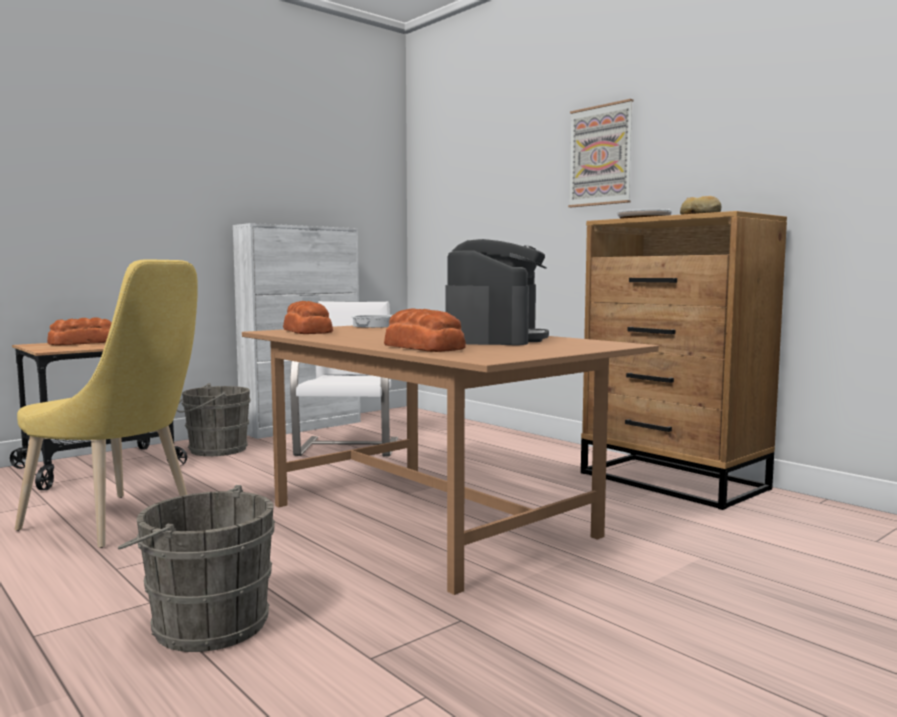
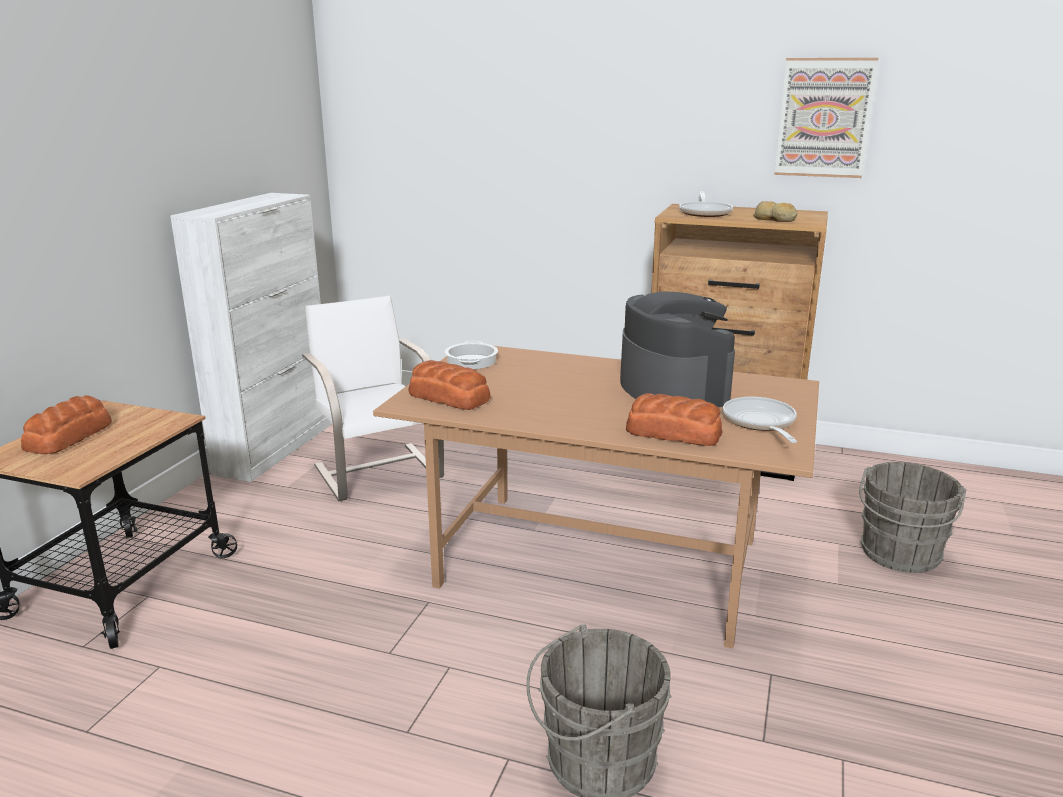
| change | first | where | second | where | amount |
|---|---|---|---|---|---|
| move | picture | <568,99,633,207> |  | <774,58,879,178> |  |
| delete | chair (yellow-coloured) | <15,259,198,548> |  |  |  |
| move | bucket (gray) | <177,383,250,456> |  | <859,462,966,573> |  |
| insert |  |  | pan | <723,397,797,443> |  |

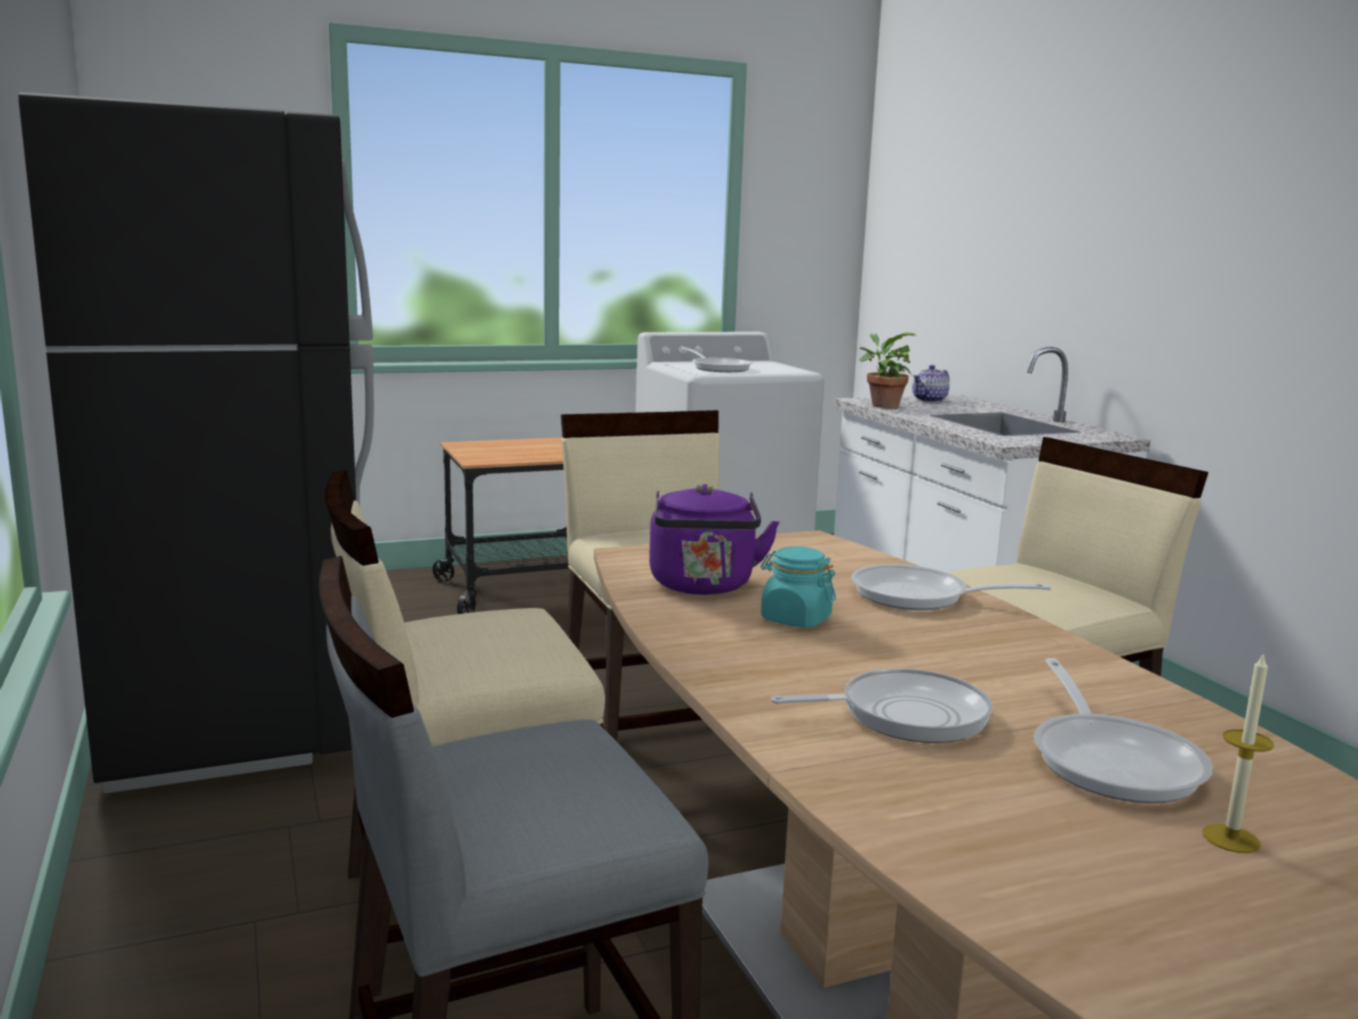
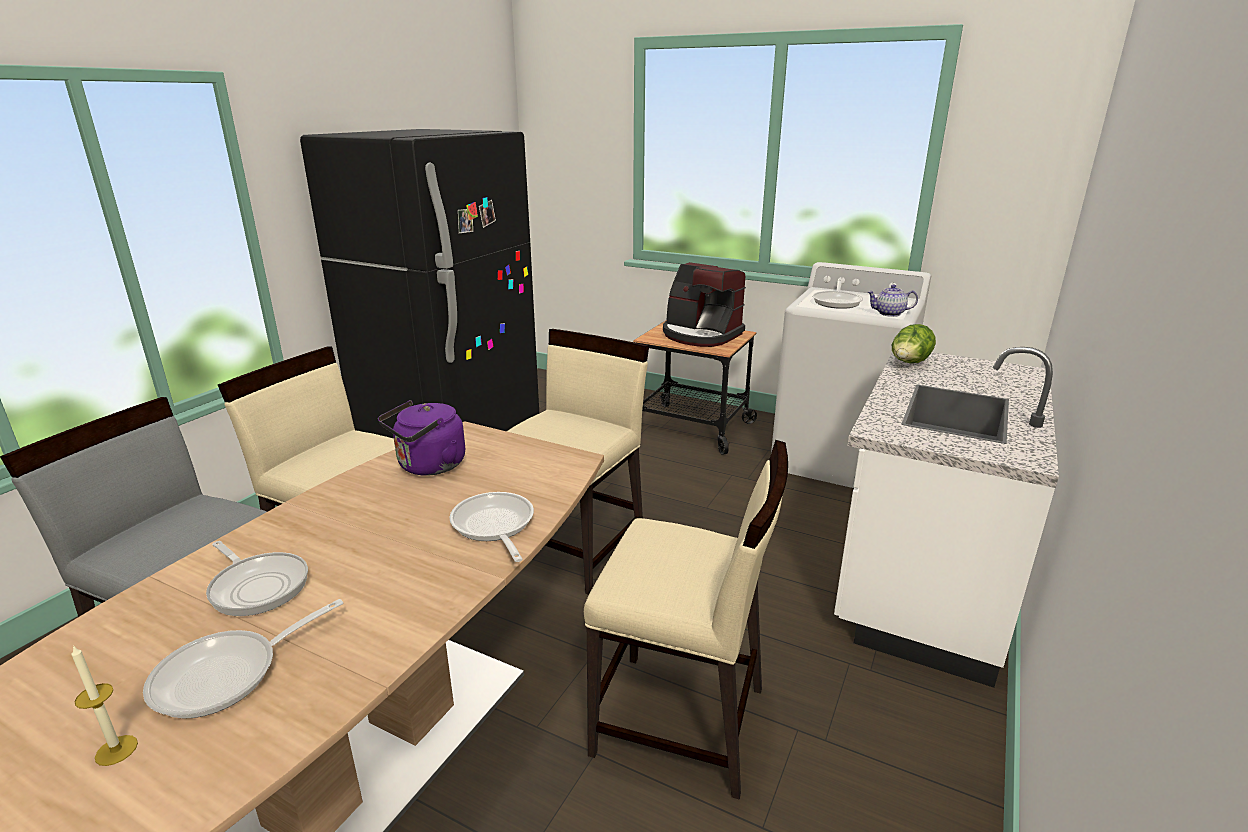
| change | first | where | second | where | amount |
|---|---|---|---|---|---|
| replace | potted plant | <859,332,916,408> | head of lettuce | <892,324,936,363> |  |
| move | tea pot | <912,365,950,402> |  | <867,285,918,317> |  |
| delete | preserve jar (turquoise-coloured) | <761,547,836,628> |  |  |  |
| insert |  |  | coffee machine | <663,262,746,347> |  |

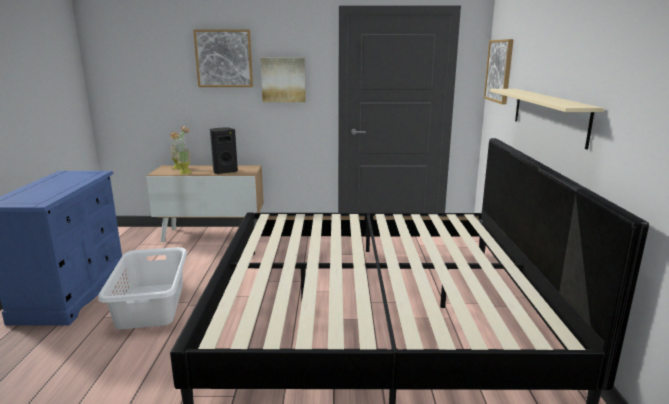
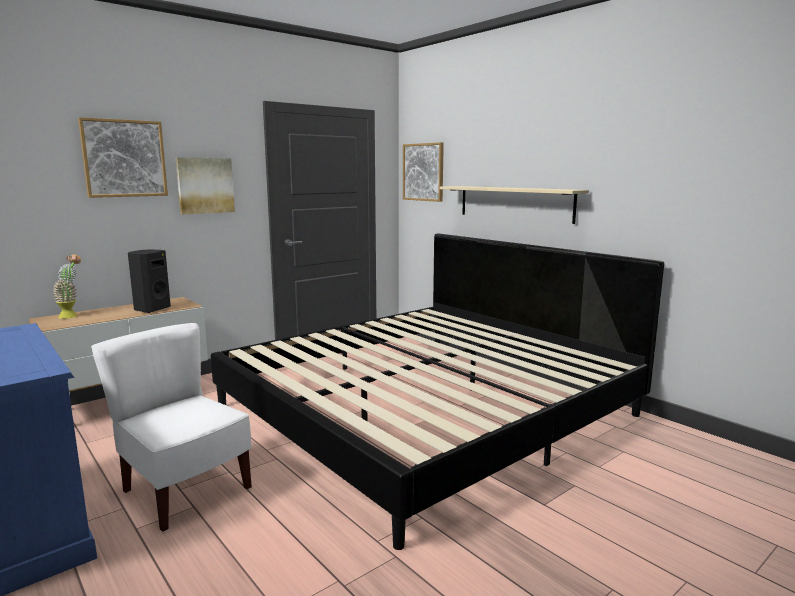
| change | first | where | second | where | amount |
|---|---|---|---|---|---|
| delete | potted plant | <170,132,191,174> |  |  |  |
| replace | washing basket (white-coloured) | <98,247,187,329> | chair (white-coloured) | <91,323,252,532> |  |

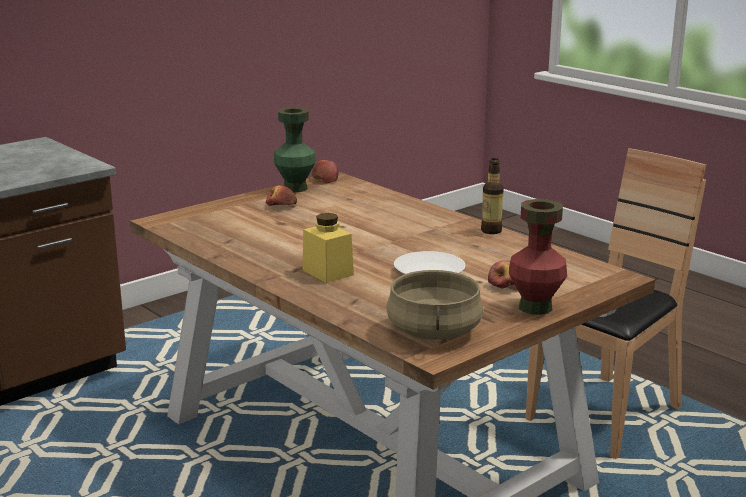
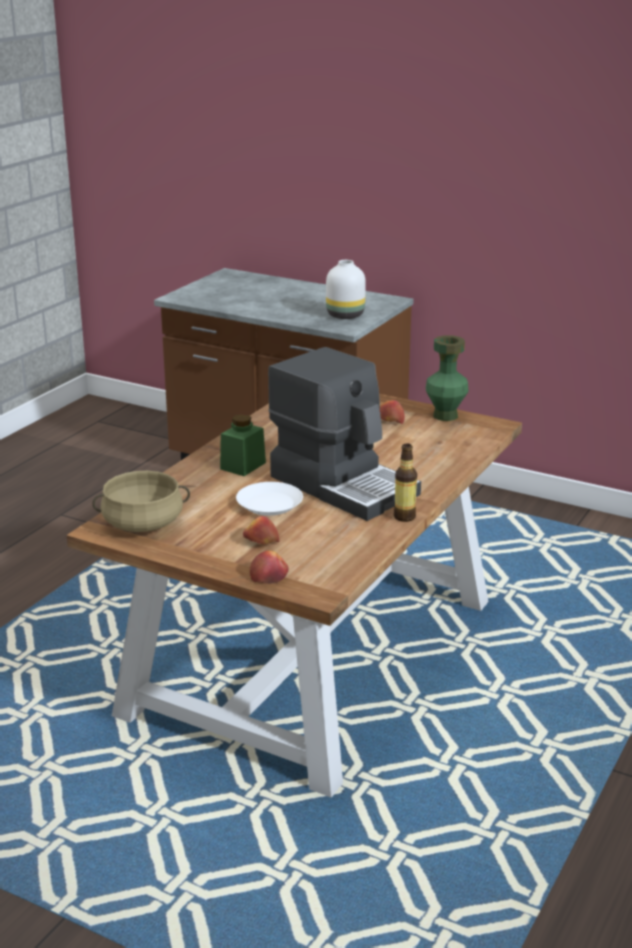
| change | first | where | second | where | amount |
|---|---|---|---|---|---|
| delete | chair (brown-coloured) | <525,148,706,459> |  |  |  |
| move | whole apple | <312,160,338,184> |  | <250,550,288,584> |  |
| delete | flower vase (reddish) | <509,199,567,315> |  |  |  |
| recolor | preserve jar (yellow-coloured) | <302,213,354,283> | preserve jar (green) | <220,414,266,476> |  |
| insert |  |  | flower vase (white-coloured) | <326,260,366,319> |  |
| insert |  |  | coffee machine | <268,347,421,521> |  |

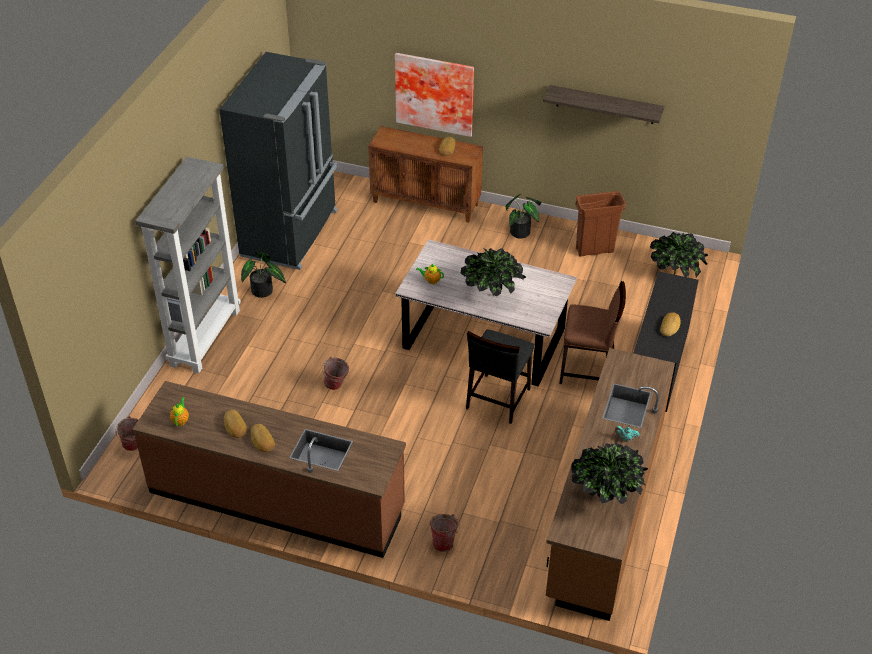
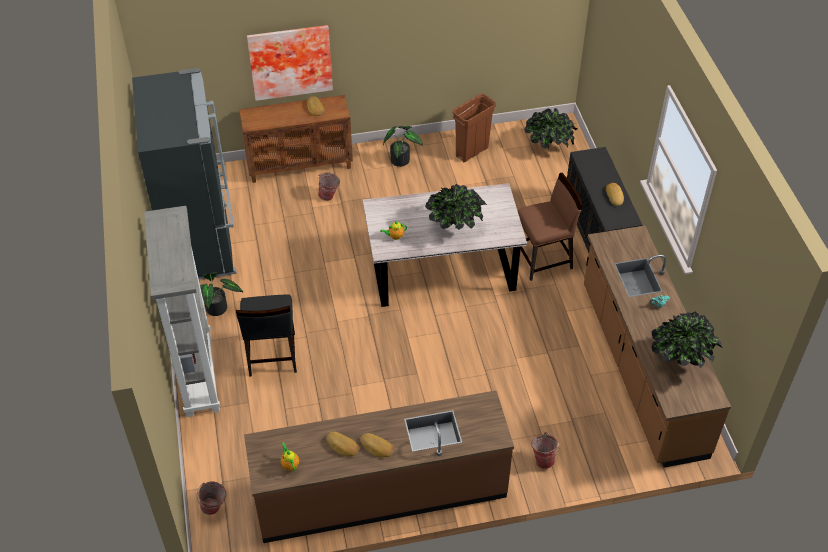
| change | first | where | second | where | amount |
|---|---|---|---|---|---|
| delete | shelf | <543,85,665,124> |  |  |  |
| move | chair (black-coloured) | <466,329,534,424> |  | <236,294,297,377> |  |
| move | bucket | <322,357,349,390> |  | <317,173,340,201> |  |

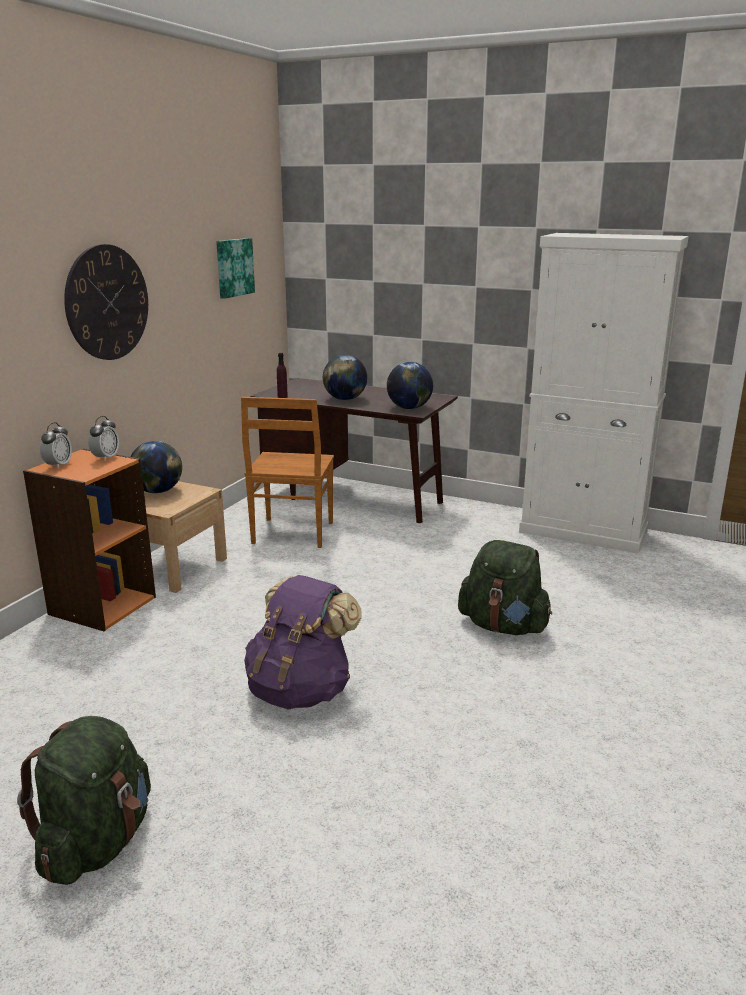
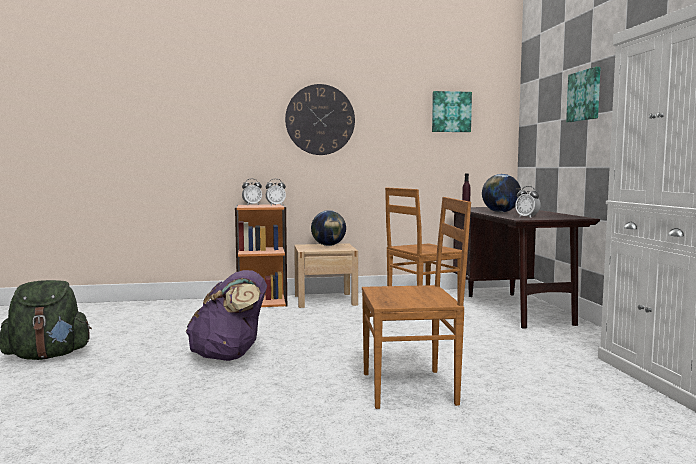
| change | first | where | second | where | amount |
|---|---|---|---|---|---|
| replace | globe | <387,362,433,409> | alarm clock | <515,186,540,218> |  |
| replace | knapsack (green) | <458,540,552,635> | chair (brown-coloured) | <362,197,471,409> |  |
| insert |  |  | picture | <566,67,601,122> |  |

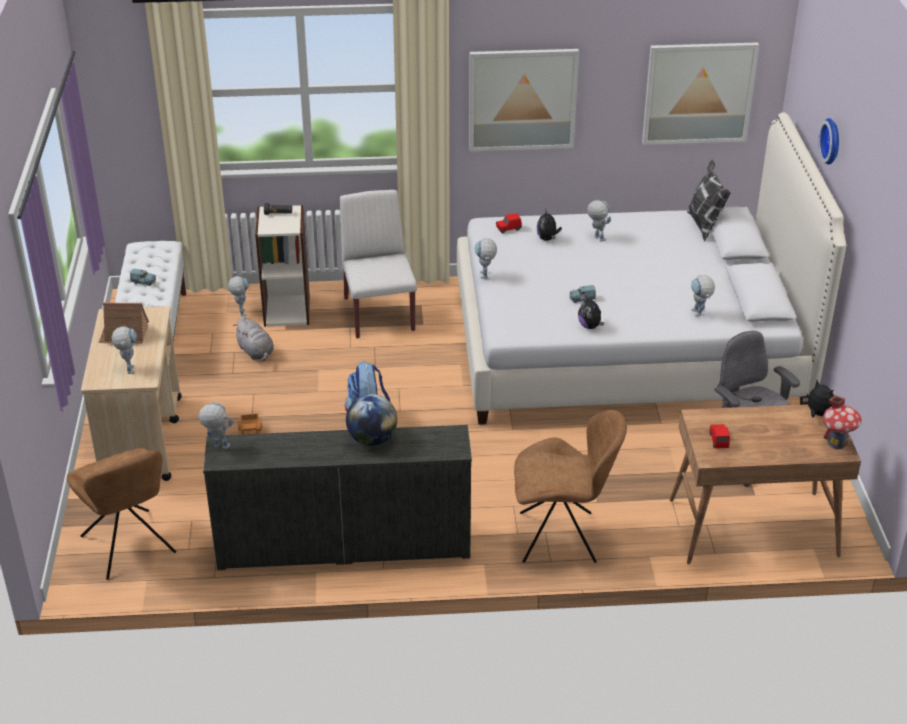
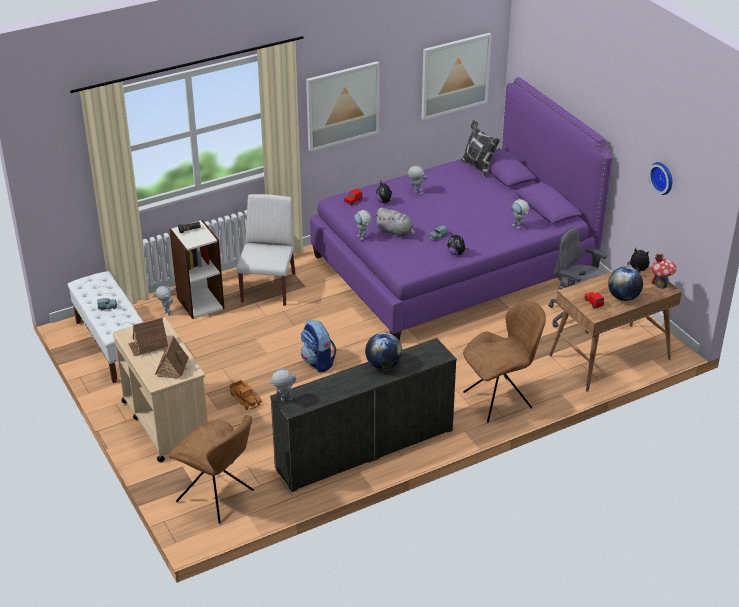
| change | first | where | second | where | amount |
|---|---|---|---|---|---|
| recolor | sleeping bed (white-coloured) | <457,112,846,425> | sleeping bed (purple) | <310,77,612,341> |  |
| move | hanging clock | <818,118,839,165> |  | <649,162,672,195> |  |
| rotate | chair (white-coloured) | <340,190,417,338> |  | <237,194,295,306> | 45 degrees clockwise |
| move | soft toy (gray) | <233,316,274,362> |  | <376,208,415,238> |  |
| replace | model robot | <112,326,137,374> | toy house | <155,335,189,379> |  |
| insert |  |  | globe | <608,266,643,301> |  |

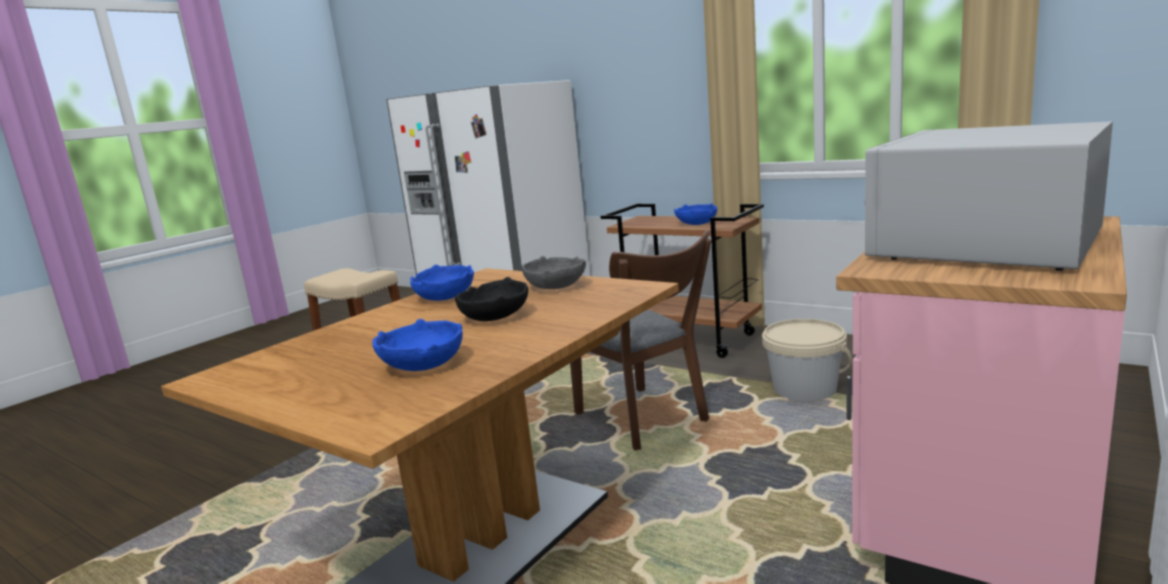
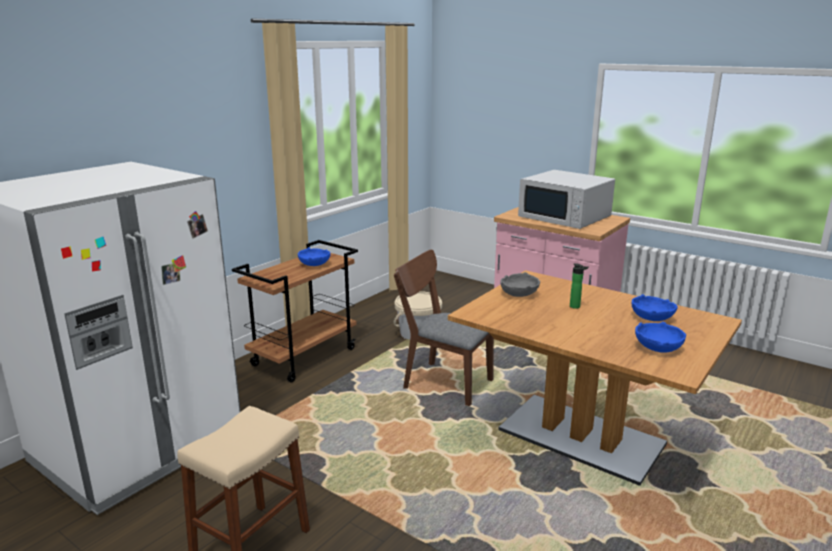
| change | first | where | second | where | amount |
|---|---|---|---|---|---|
| rotate | chair (brown-coloured) | <570,230,711,451> |  | <394,250,494,406> | 120 degrees counterclockwise |
| move | serving bowl (blue-coloured) | <410,265,474,301> |  | <635,322,686,353> |  |
| replace | serving bowl (black-coloured) | <455,277,528,321> | drink bottle | <570,264,589,309> |  |

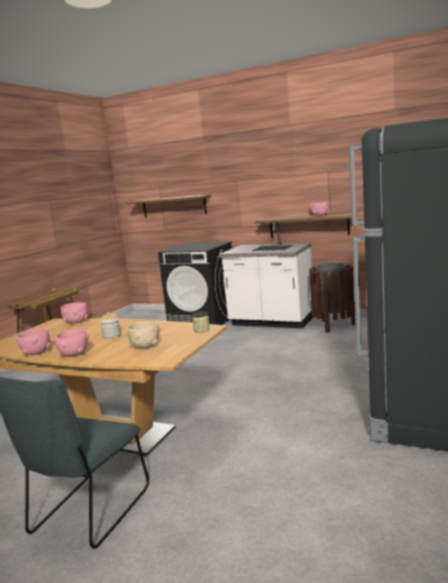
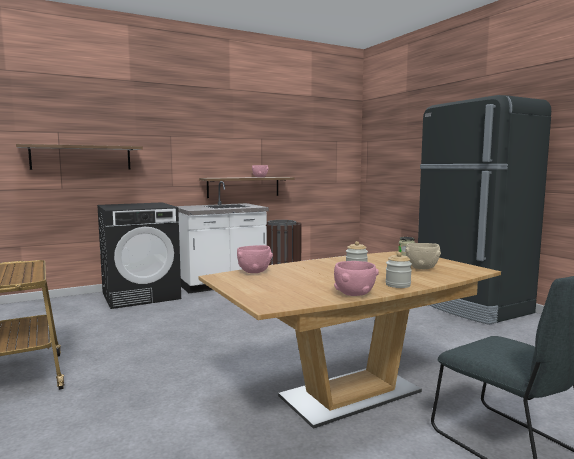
| change | first | where | second | where | amount |
|---|---|---|---|---|---|
| replace | serving bowl (pink-coloured) | <55,328,89,357> | preserve jar | <386,252,412,288> |  |

